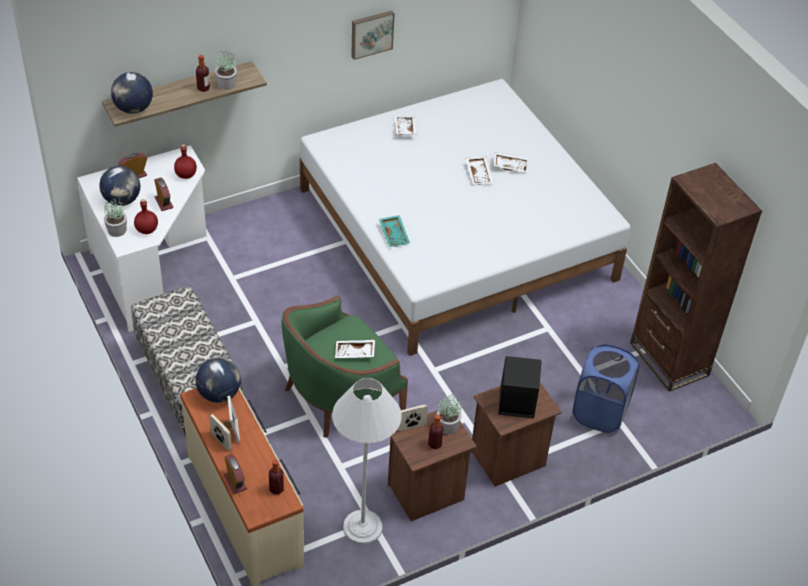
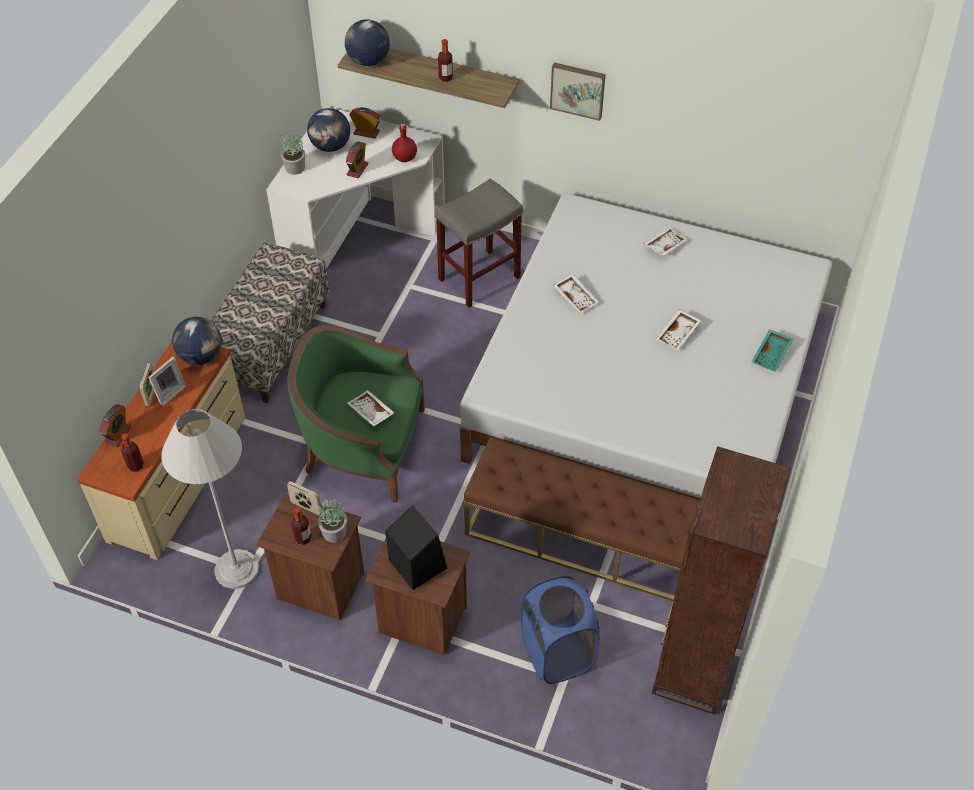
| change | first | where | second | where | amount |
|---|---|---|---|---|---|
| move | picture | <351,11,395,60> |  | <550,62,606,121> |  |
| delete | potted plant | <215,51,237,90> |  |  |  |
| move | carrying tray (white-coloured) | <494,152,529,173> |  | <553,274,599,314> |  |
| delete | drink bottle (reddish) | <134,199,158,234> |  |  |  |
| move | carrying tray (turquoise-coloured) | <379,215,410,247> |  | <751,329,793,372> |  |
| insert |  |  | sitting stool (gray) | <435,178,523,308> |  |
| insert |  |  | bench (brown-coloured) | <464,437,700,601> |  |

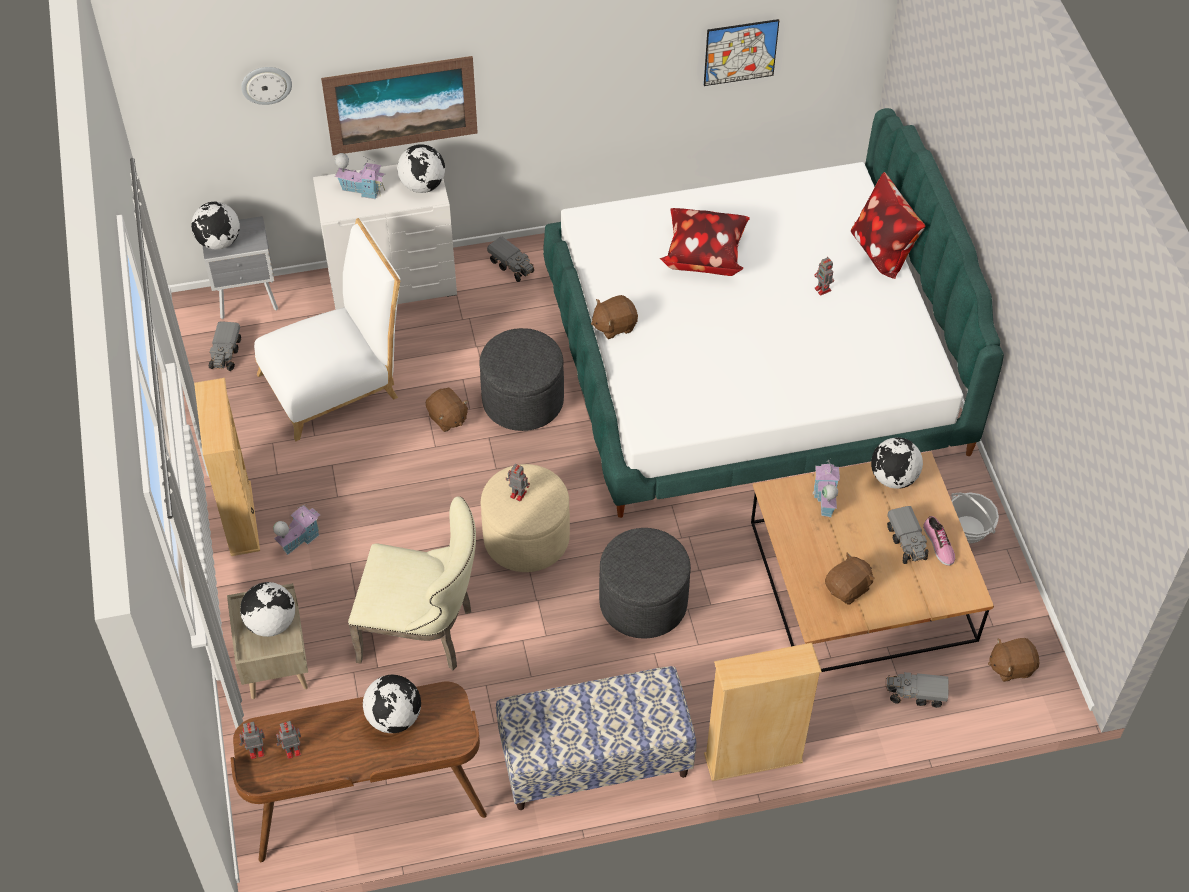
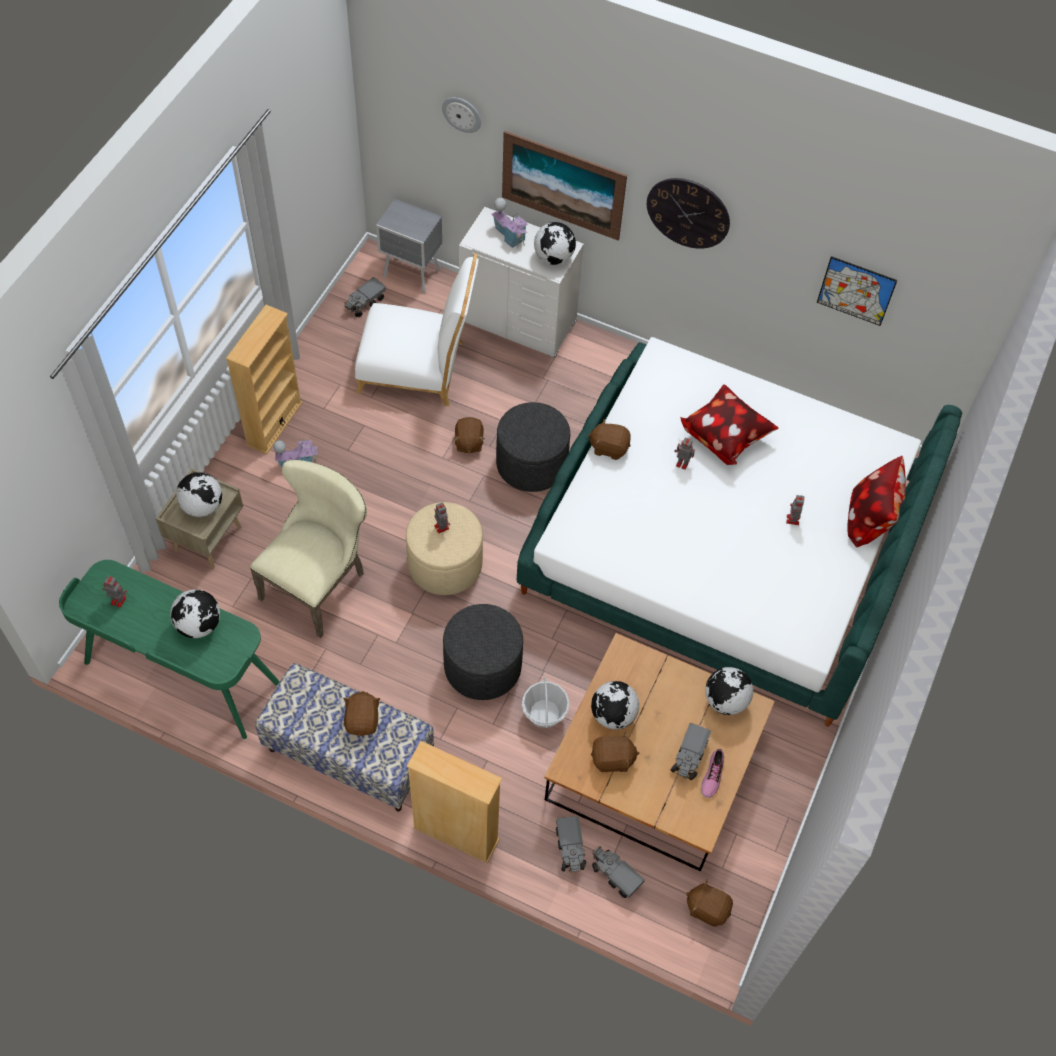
| change | first | where | second | where | amount |
|---|---|---|---|---|---|
| move | globe | <191,202,240,249> |  | <591,681,639,729> |  |
| move | model truck | <487,237,534,282> |  | <556,816,586,873> |  |
| delete | toy house | <813,459,840,518> |  |  |  |
| move | basket | <951,492,999,543> |  | <522,677,569,728> |  |
| rotate | chair (sand-coloured) | <348,497,476,670> |  | <250,460,367,638> | 105 degrees counterclockwise |
| recolor | desk table (brown-coloured) | <231,682,487,863> | desk table (green) | <59,560,280,739> |  |
| move | model robot | <239,722,265,759> |  | <674,438,695,470> |  |
| insert |  |  | hanging clock | <647,178,730,249> |  |
| insert |  |  | soft toy (brown-coloured) | <343,691,380,736> |  |

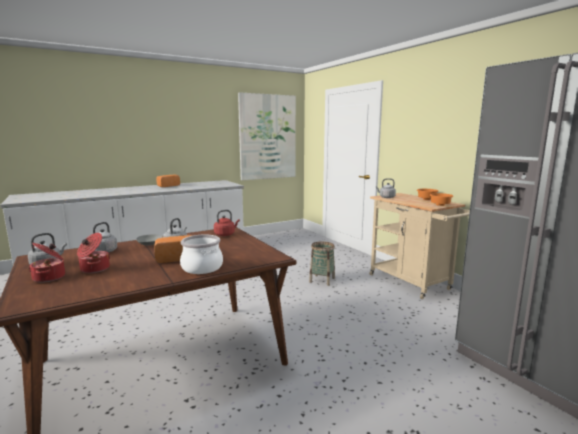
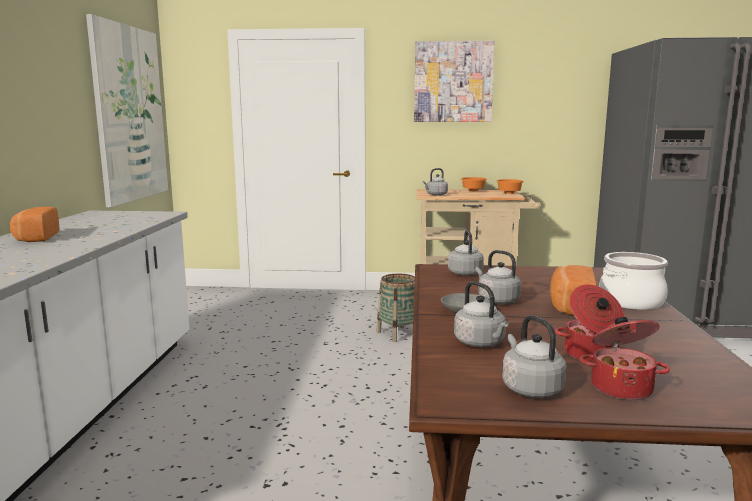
| change | first | where | second | where | amount |
|---|---|---|---|---|---|
| recolor | water kettle (reddish) | <214,210,240,236> | water kettle (gray) | <448,230,484,276> |  |
| insert |  |  | picture | <414,41,495,122> |  |

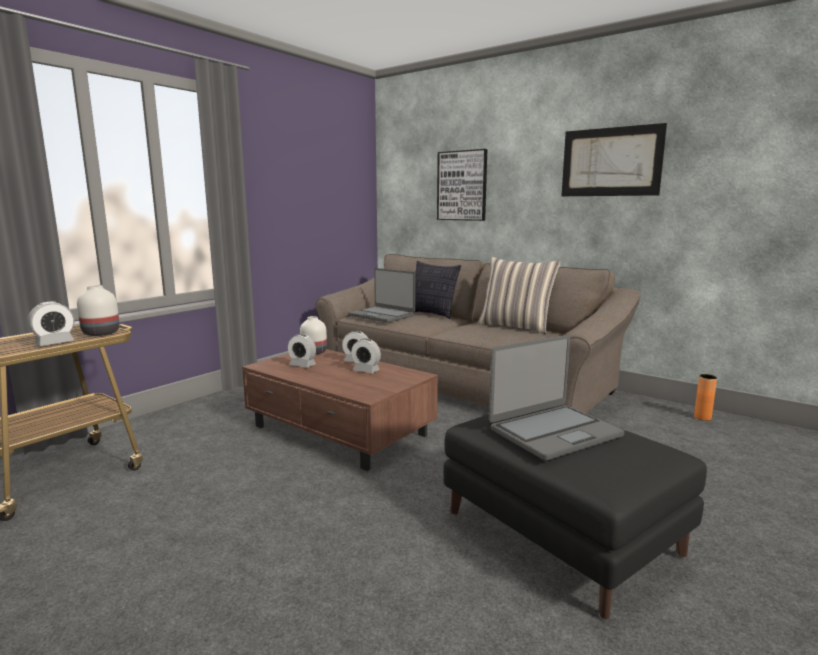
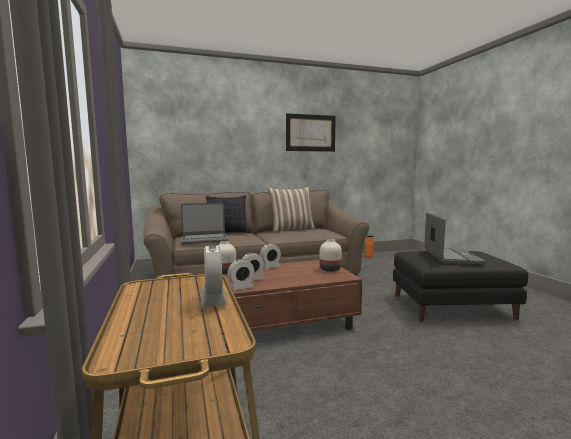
| change | first | where | second | where | amount |
|---|---|---|---|---|---|
| delete | picture | <437,149,487,221> |  |  |  |
| move | flower vase (white-coloured) | <77,285,119,336> |  | <320,239,342,272> |  |
| move | alarm clock | <351,339,381,373> |  | <228,259,255,290> |  |

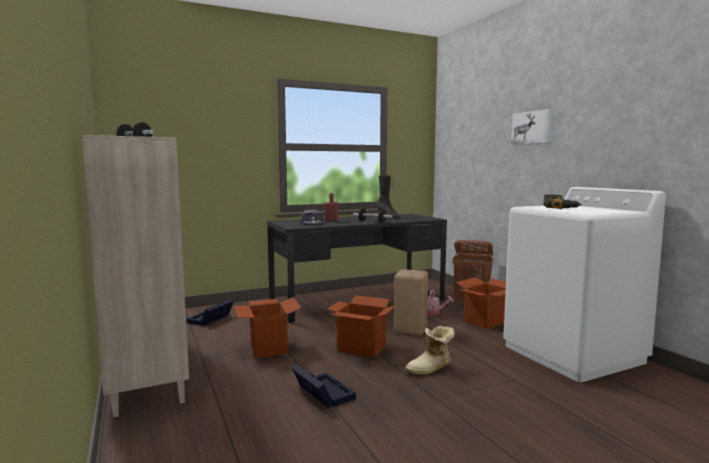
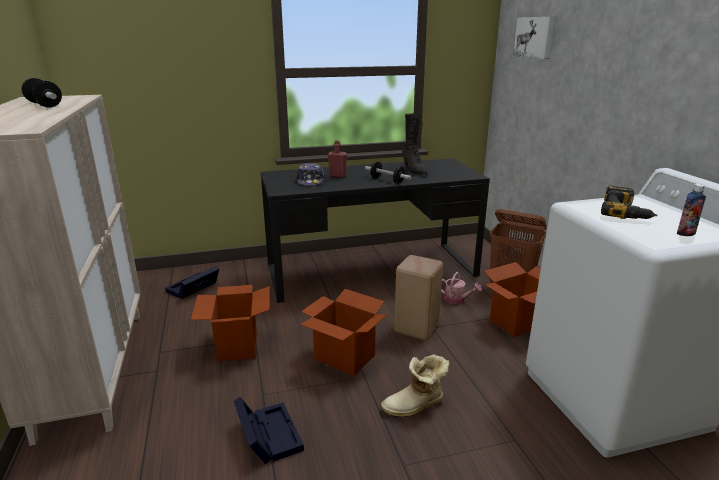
| change | first | where | second | where | amount |
|---|---|---|---|---|---|
| move | picture | <511,109,552,145> |  | <513,17,555,60> |  |
| insert |  |  | drink bottle | <677,184,706,236> |  |

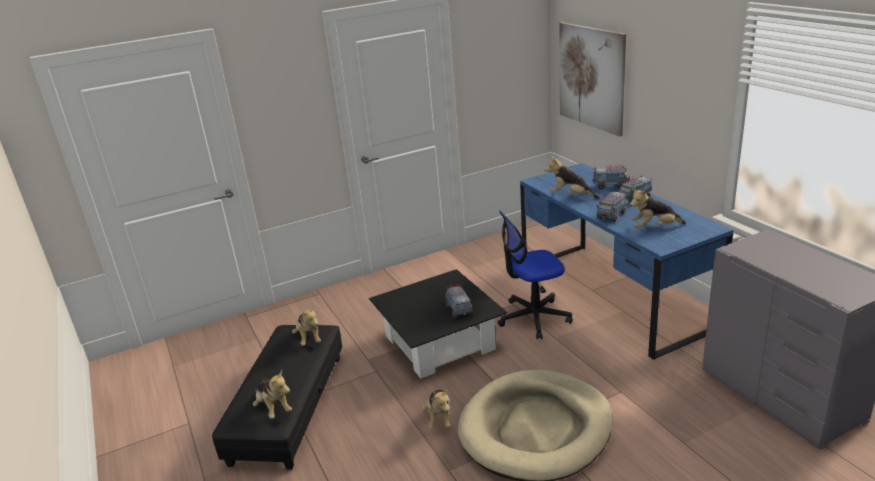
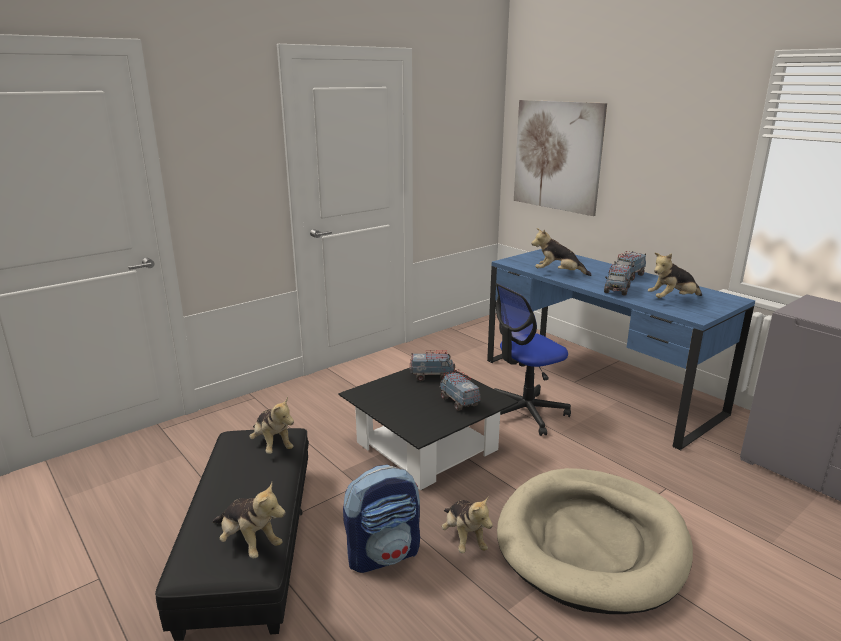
| change | first | where | second | where | amount |
|---|---|---|---|---|---|
| move | model truck | <592,166,630,190> |  | <409,350,456,382> |  |
| insert |  |  | knapsack | <343,465,420,573> |  |

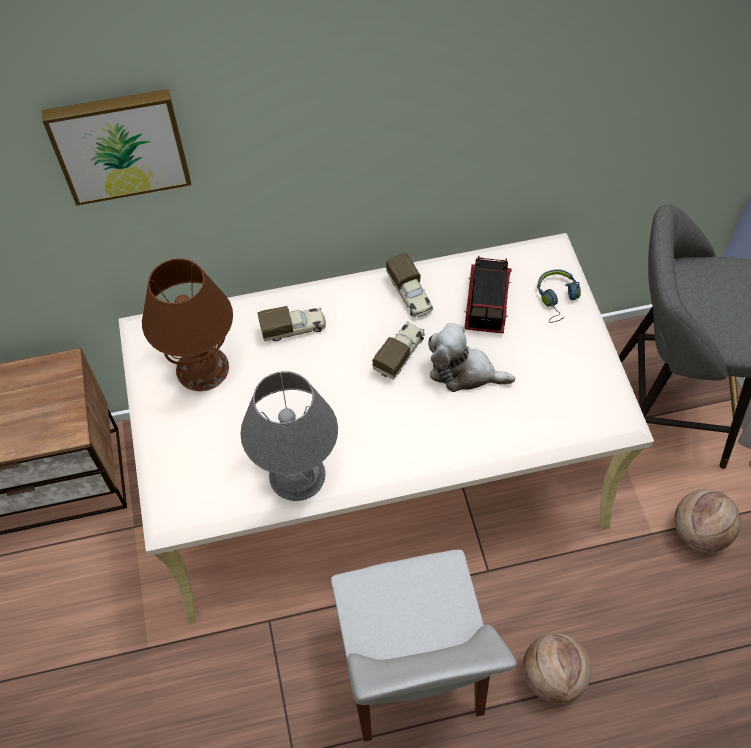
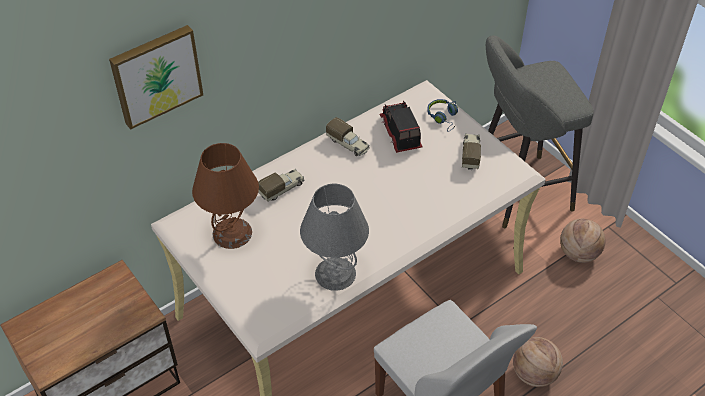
| change | first | where | second | where | amount |
|---|---|---|---|---|---|
| move | model truck | <372,321,425,380> |  | <462,133,481,170> |  |
| delete | soft toy | <428,323,515,392> |  |  |  |

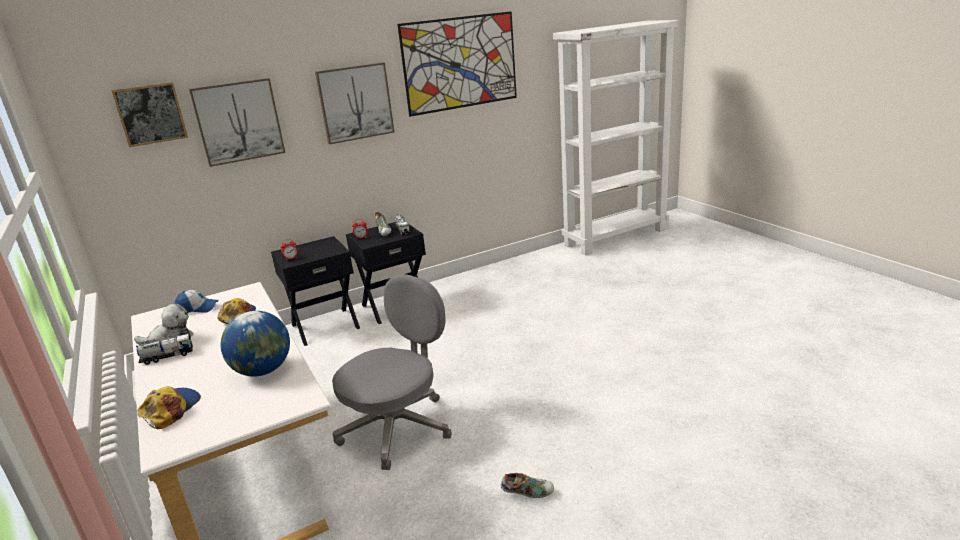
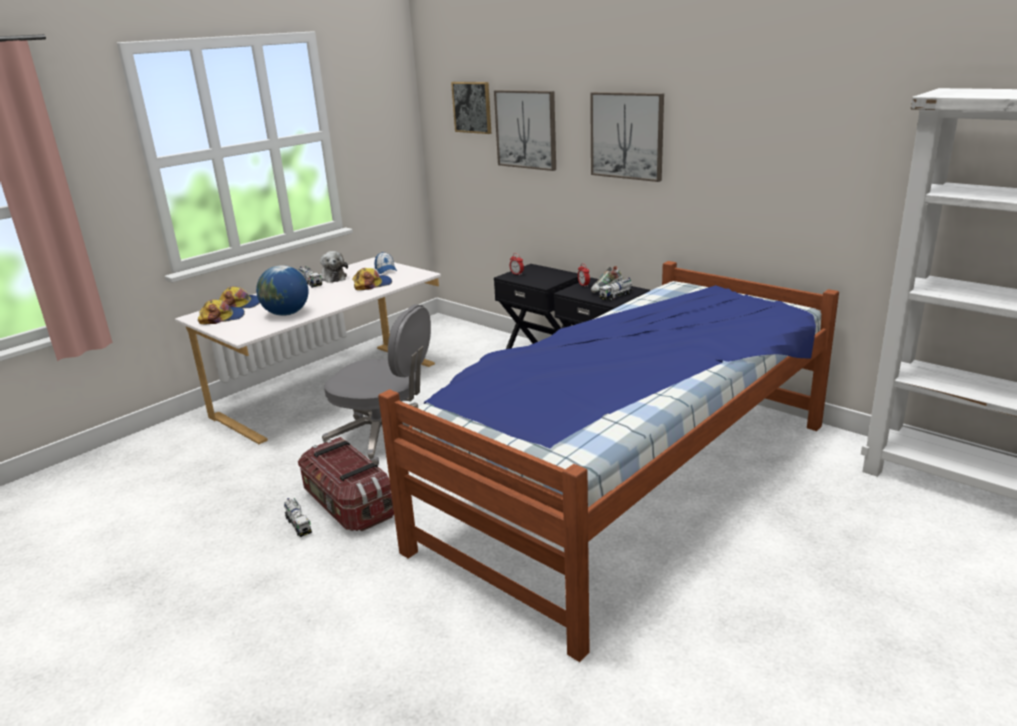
| change | first | where | second | where | amount |
|---|---|---|---|---|---|
| delete | picture | <397,11,517,117> |  |  |  |
| replace | shoe | <501,473,554,498> | model truck | <284,498,312,537> |  |
| insert |  |  | sleeping bed | <378,261,839,662> |  |
| insert |  |  | cap | <198,299,245,324> |  |
| insert |  |  | storage container | <298,437,394,531> |  |

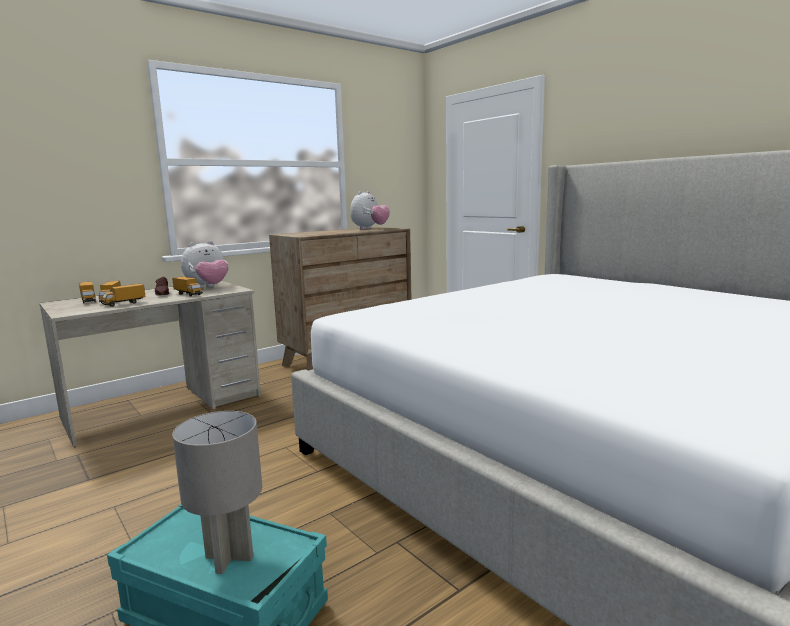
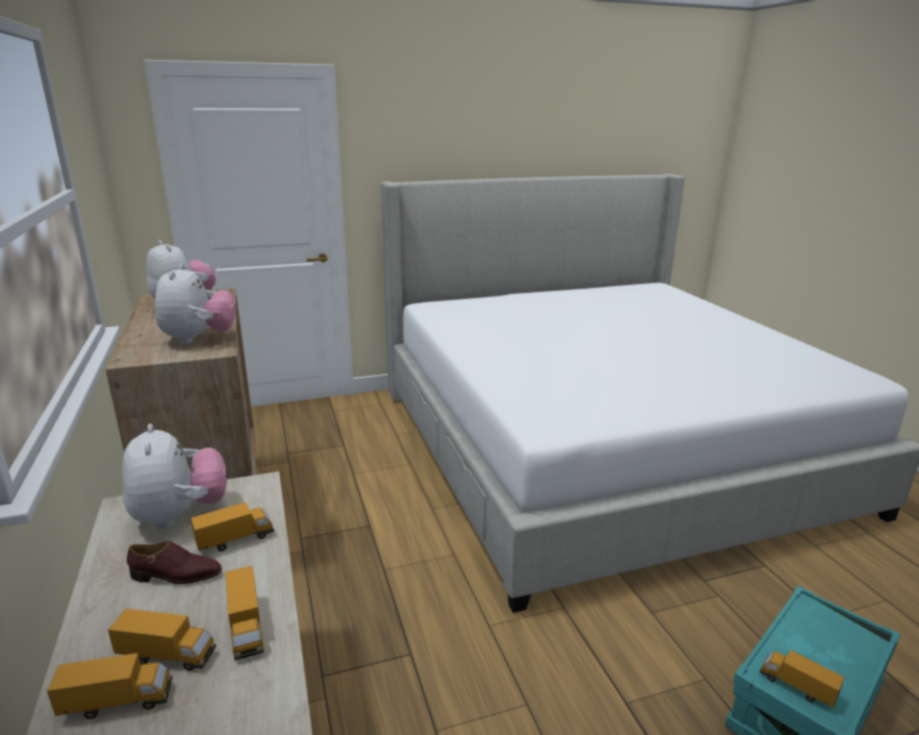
| change | first | where | second | where | amount |
|---|---|---|---|---|---|
| delete | tabletop lamp (gray) | <172,411,262,574> |  |  |  |
| insert |  |  | soft toy | <155,264,236,344> |  |
| insert |  |  | model truck | <759,650,845,708> |  |

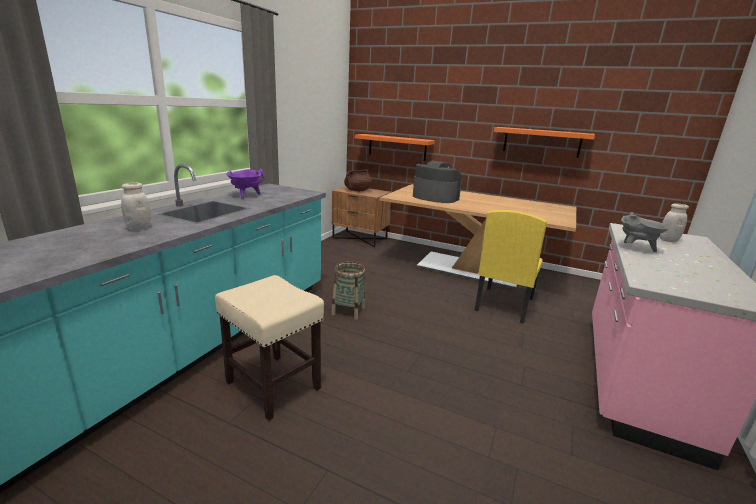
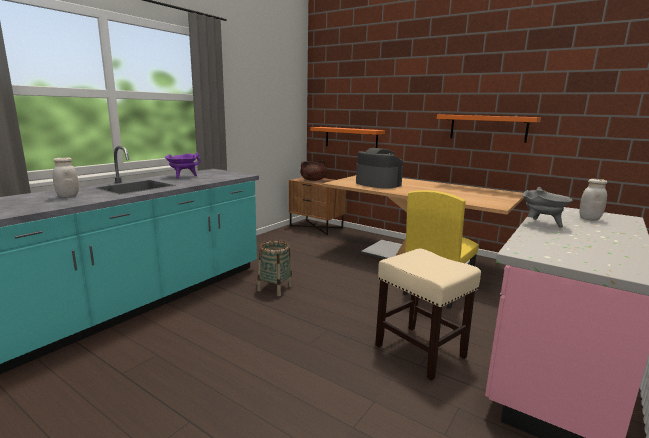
| change | first | where | second | where | amount |
|---|---|---|---|---|---|
| move | sitting stool (sand-coloured) | <215,275,324,421> |  | <375,248,481,380> |  |

